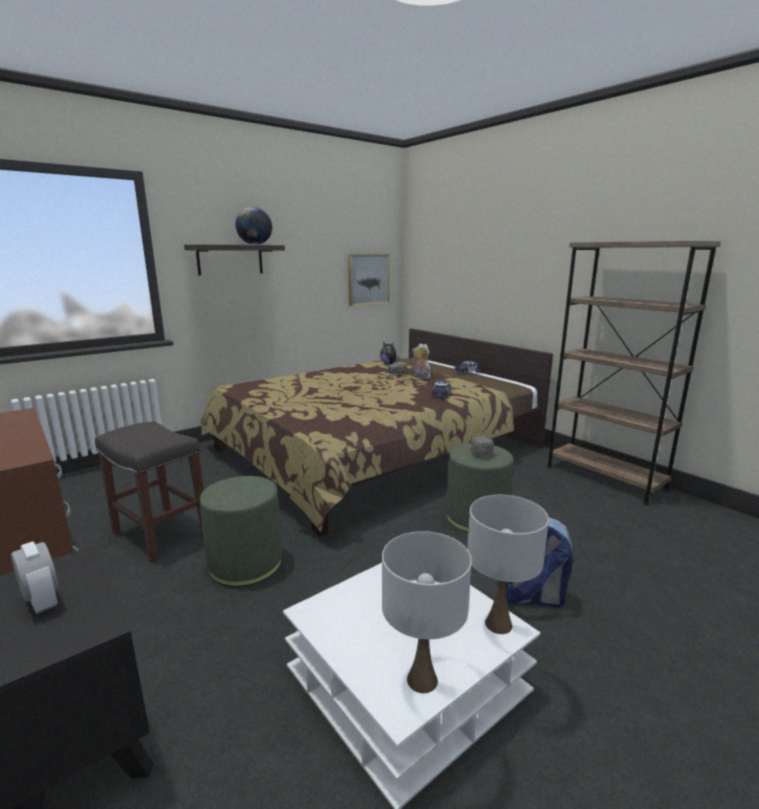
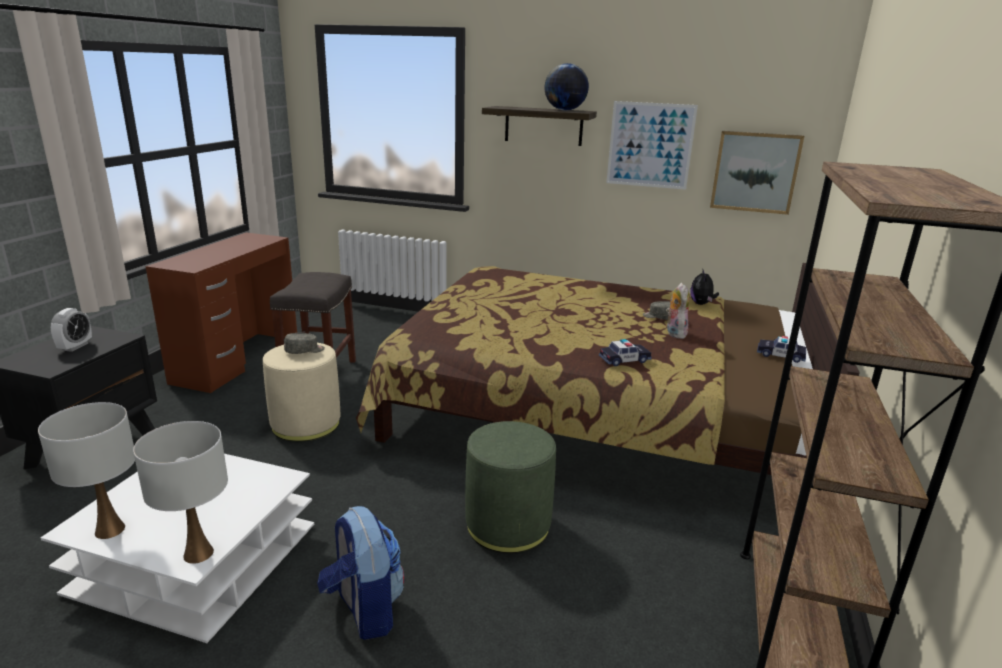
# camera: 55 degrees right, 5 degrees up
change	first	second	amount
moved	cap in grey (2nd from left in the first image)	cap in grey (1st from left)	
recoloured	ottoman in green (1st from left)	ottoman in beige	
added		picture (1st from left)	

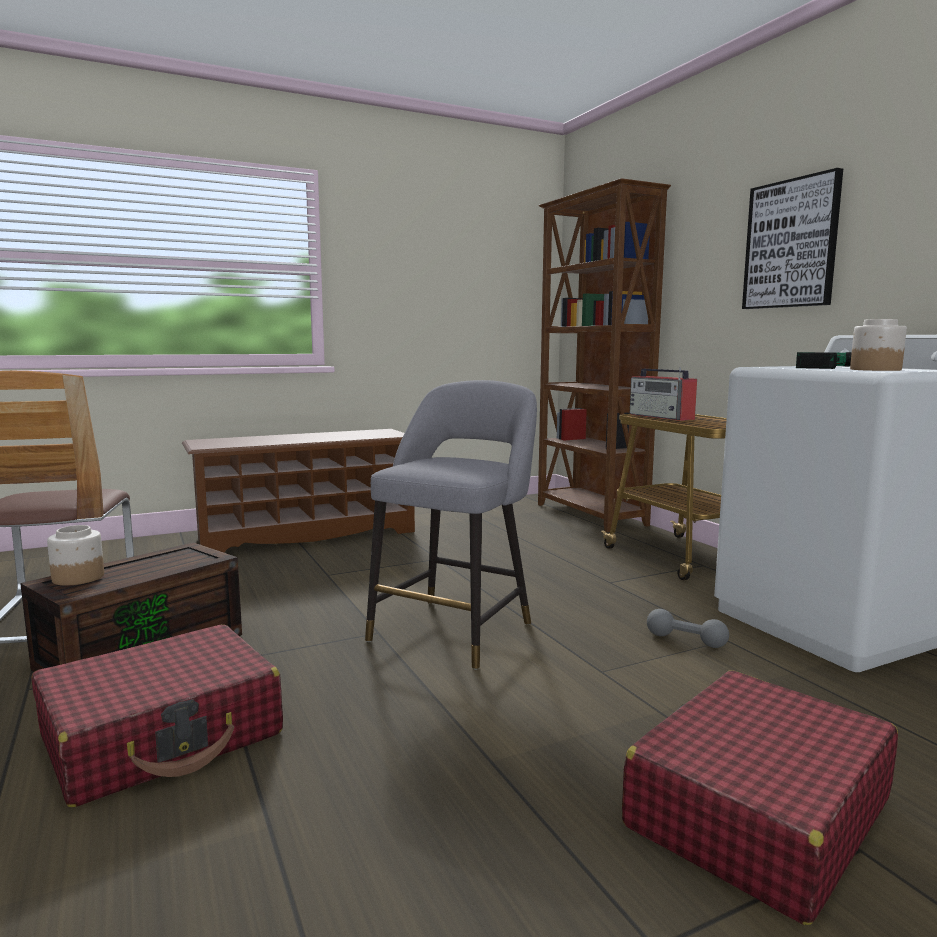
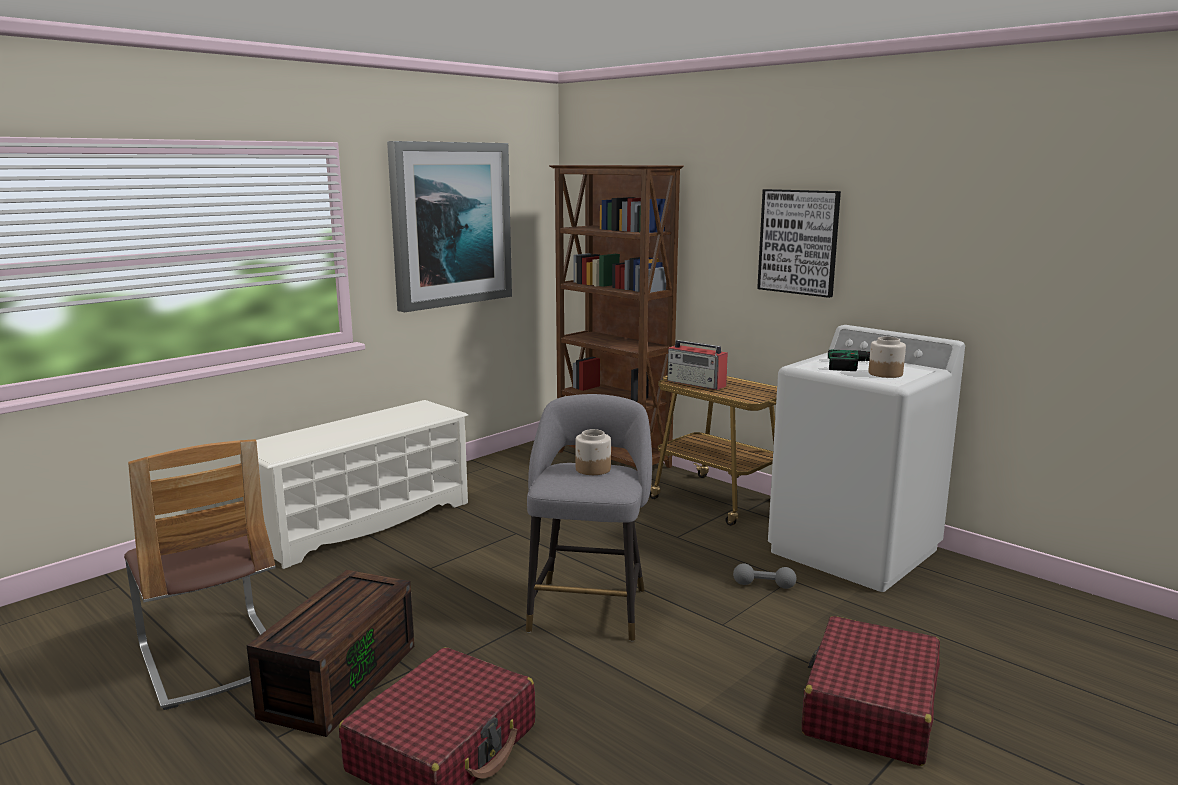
# camera: 20 degrees left, 5 degrees up
change	first	second	amount
recoloured	shoe rack in brown	shoe rack in white	
moved	jar (1st from left)		
added		picture (1st from left)	

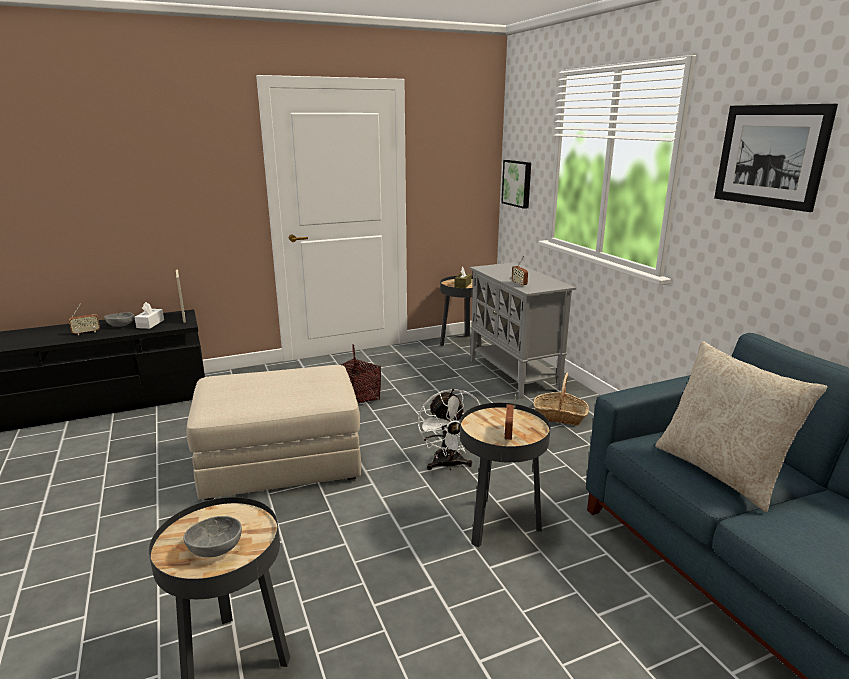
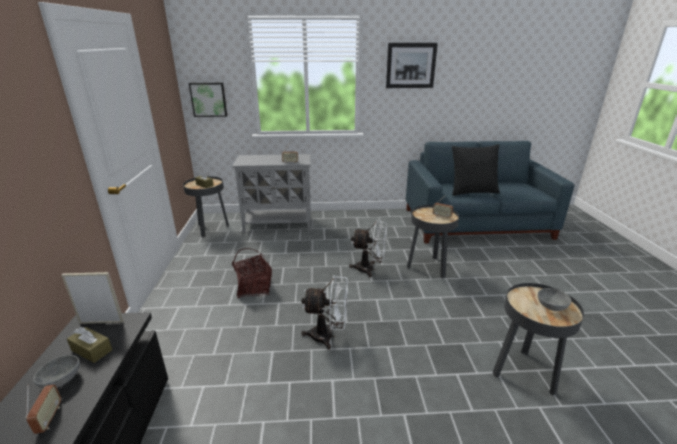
# camera: 70 degrees left, 5 degrees up
change	first	second	amount
recoloured	tissue box in white	tissue box in brown (1st from left)	
recoloured	pillow in beige	pillow in black	
replaced	ottoman in beige	fan in white (1st from left)	
removed	basket (2nd from left)		

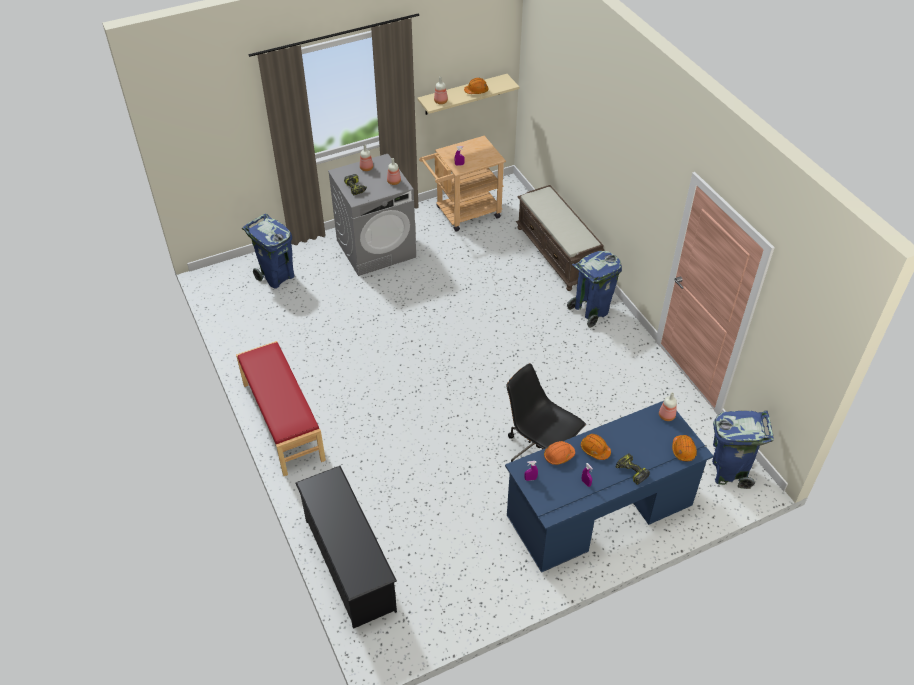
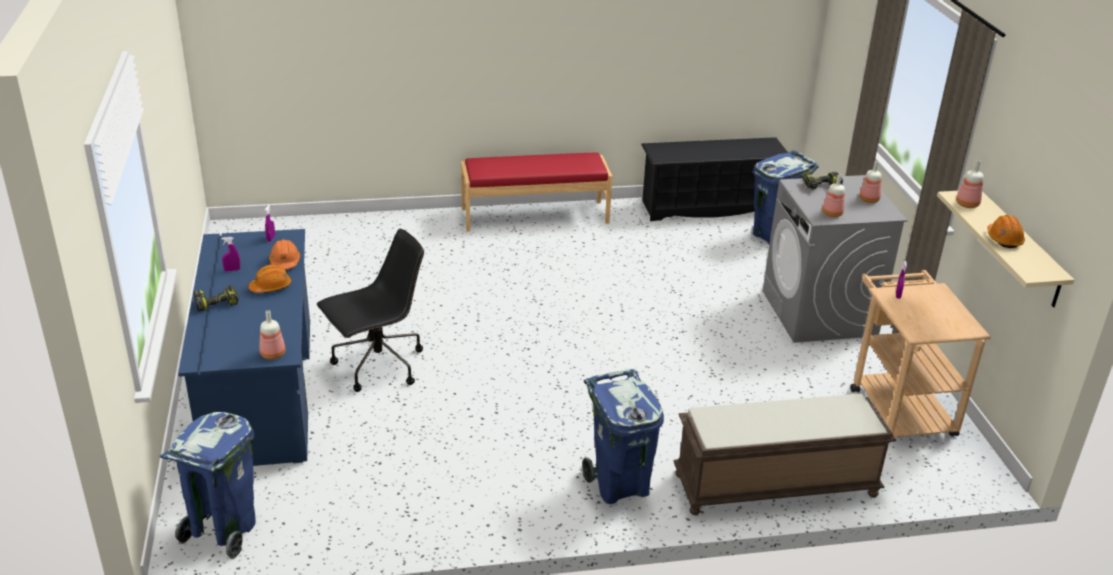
# camera: 105 degrees right, 15 degrees down
change	first	second	amount
removed	hard hat in orange (4th from left)		
moved	shoe rack in black		

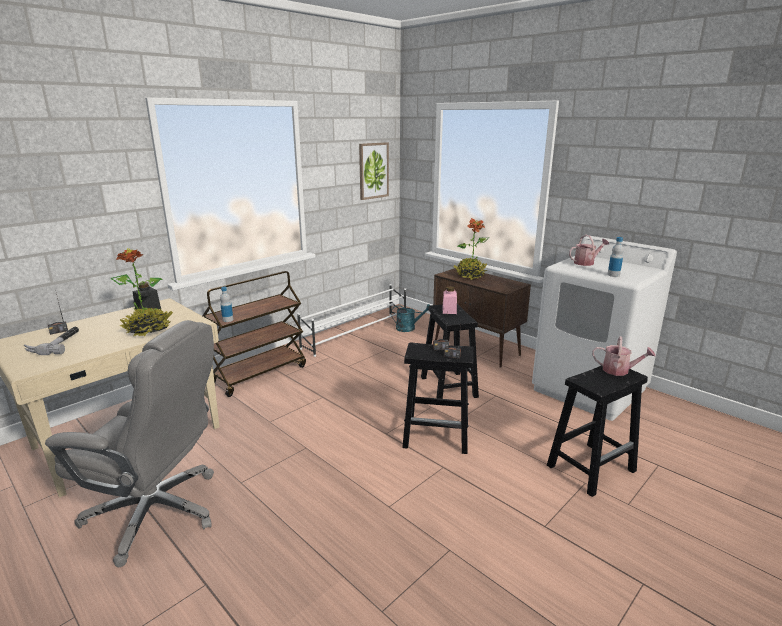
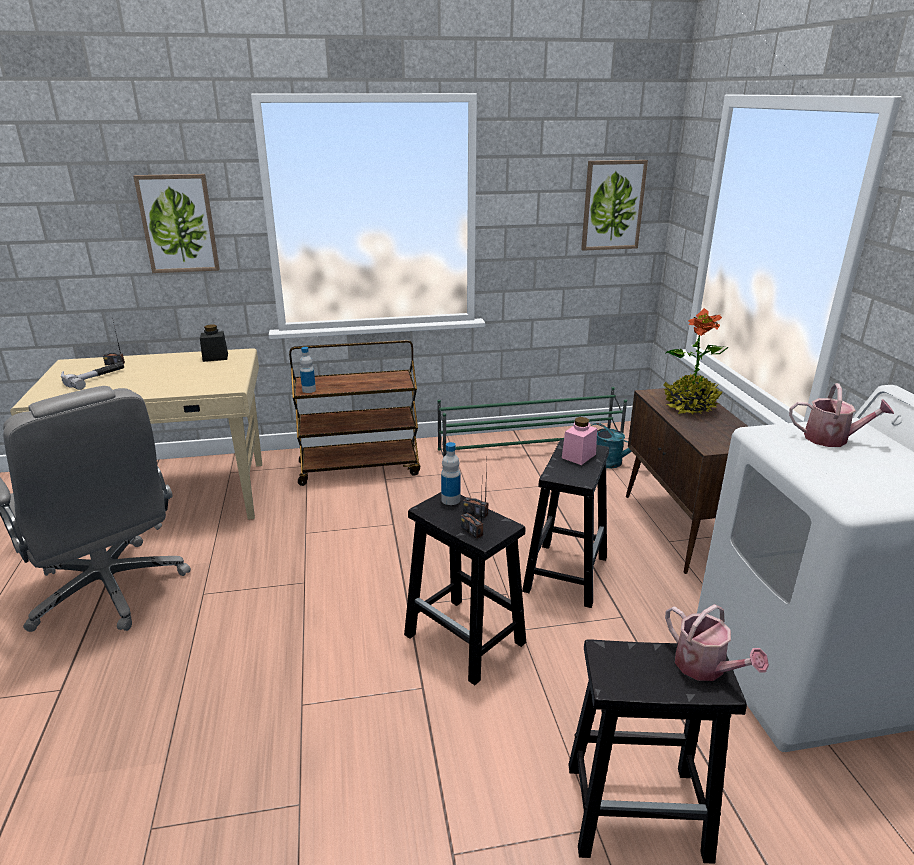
# camera: 35 degrees right, 5 degrees up
change	first	second	amount
moved	bottle (2nd from left)		
removed	potted plant (1st from left)		
recoloured	shoe rack in white	shoe rack in green	
added		picture (1st from left)	

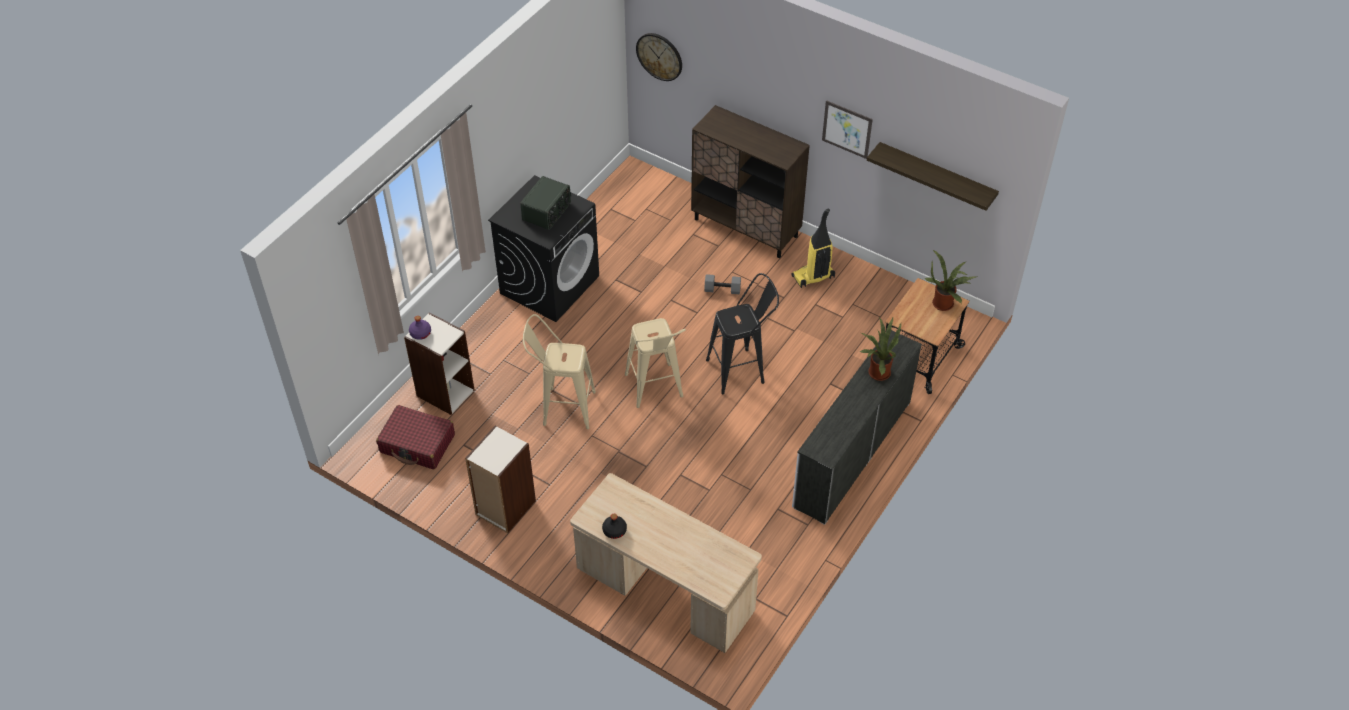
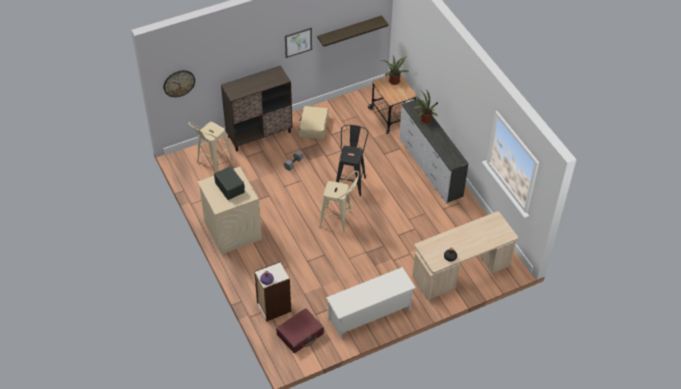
# camera: 60 degrees left, 0 degrees up
change	first	second	amount
recoloured	washing machine in black	washing machine in beige	
replaced	vacuum cleaner	suitcase in beige	
moved	stool in beige (1st from left)		
replaced	bookcase (2nd from left)	shoe rack in white	

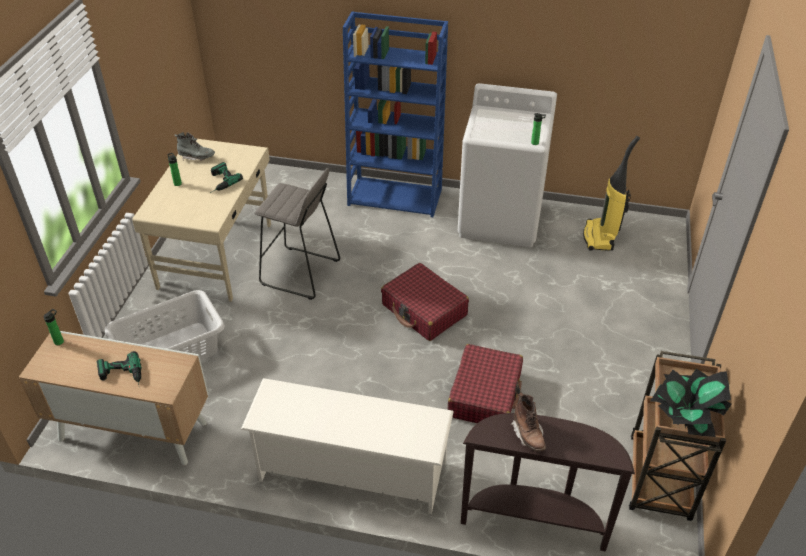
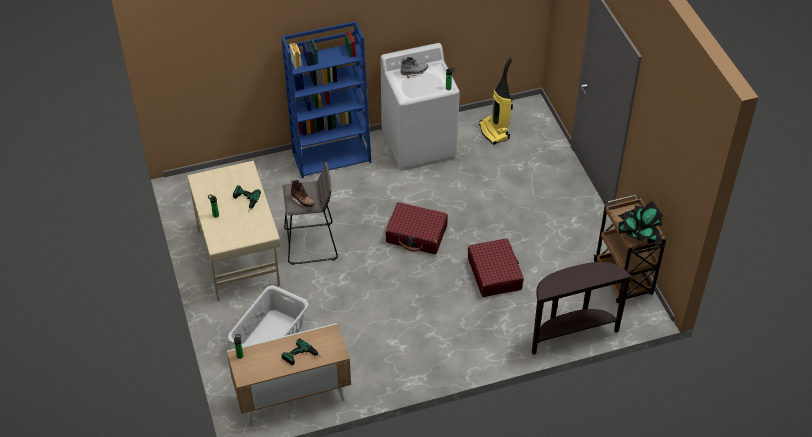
# camera: 30 degrees left, 5 degrees up
change	first	second	amount
moved	boot in grey		
removed	shoe rack in white		
moved	boot in brown		

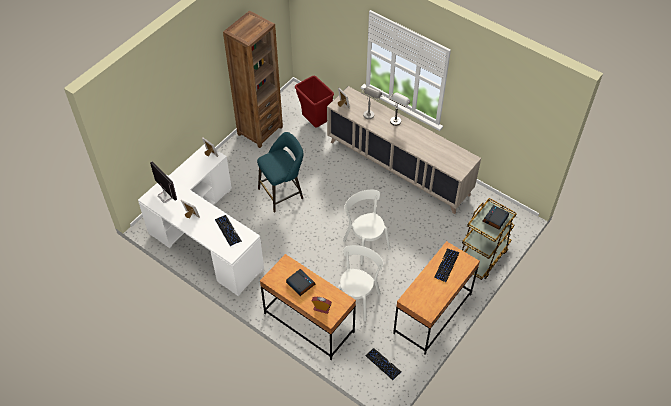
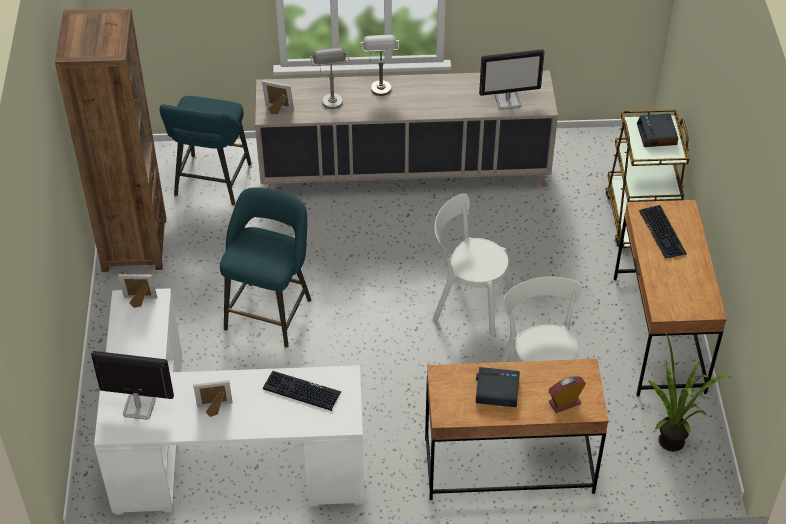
# camera: 40 degrees left, 5 degrees down
change	first	second	amount
replaced	trash can in red	stool in turquoise (1st from left)	
replaced	keyboard (2nd from left)	potted plant	
added		monitor (2nd from left)	

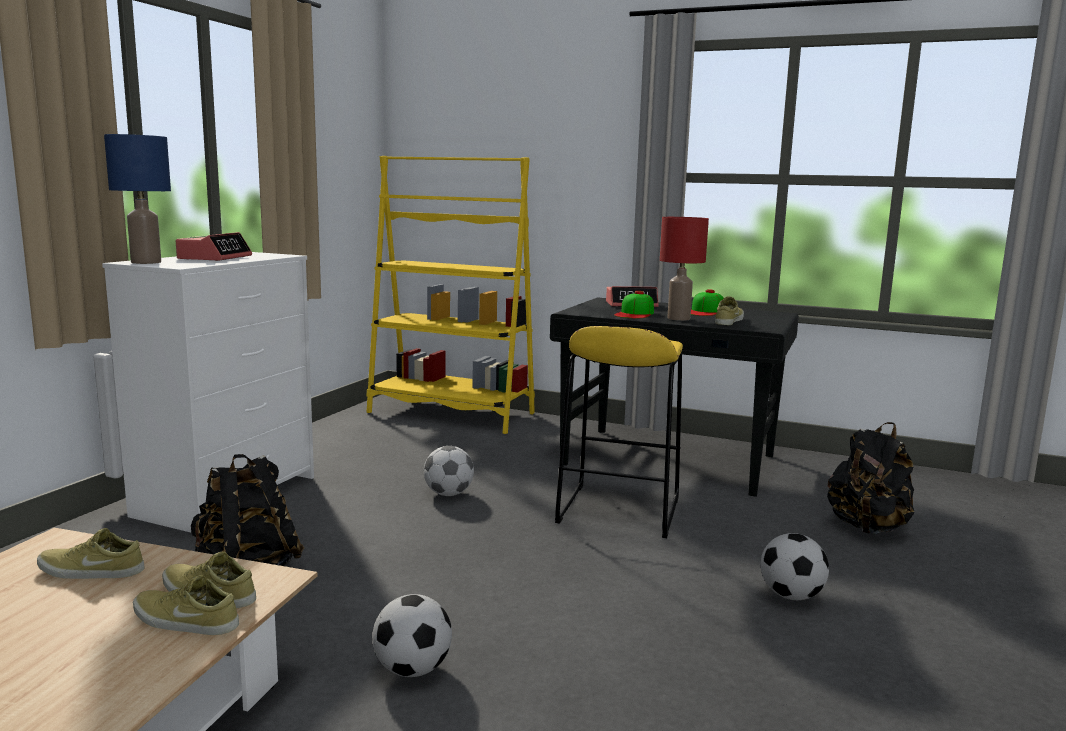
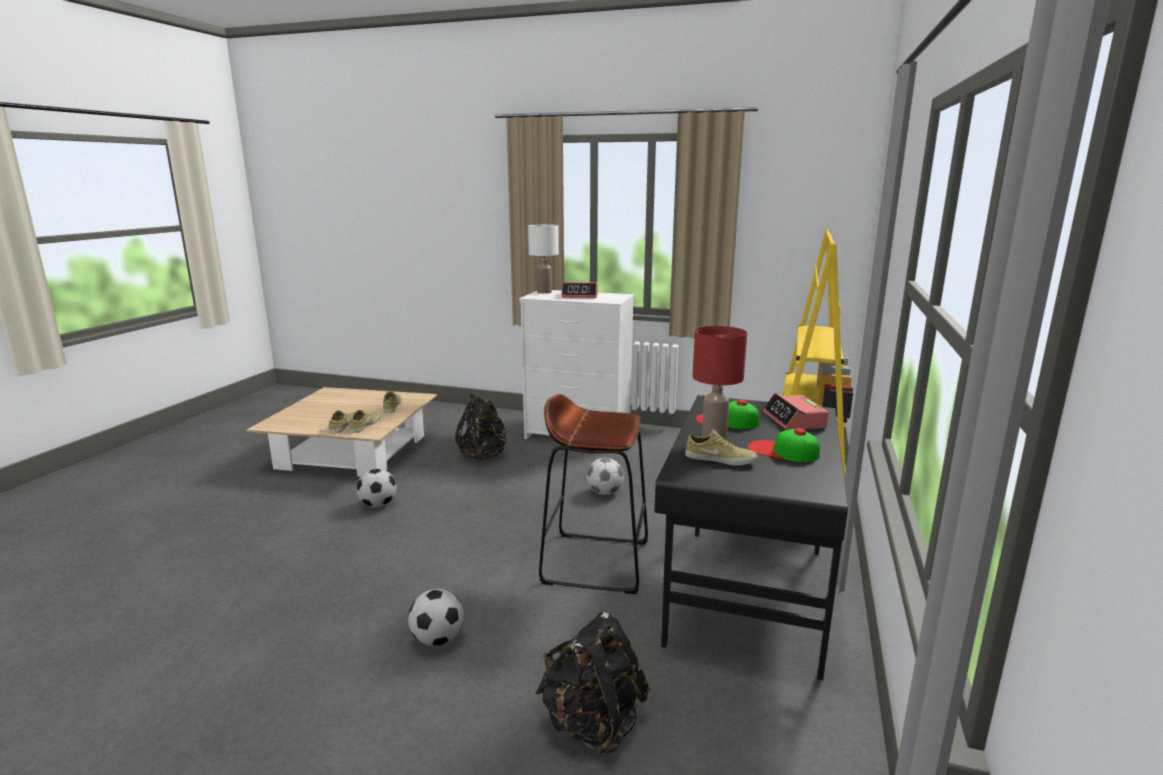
# camera: 85 degrees right, 5 degrees up
change	first	second	amount
recoloured	table lamp in blue	table lamp in white	
recoloured	stool in yellow	stool in brown	

